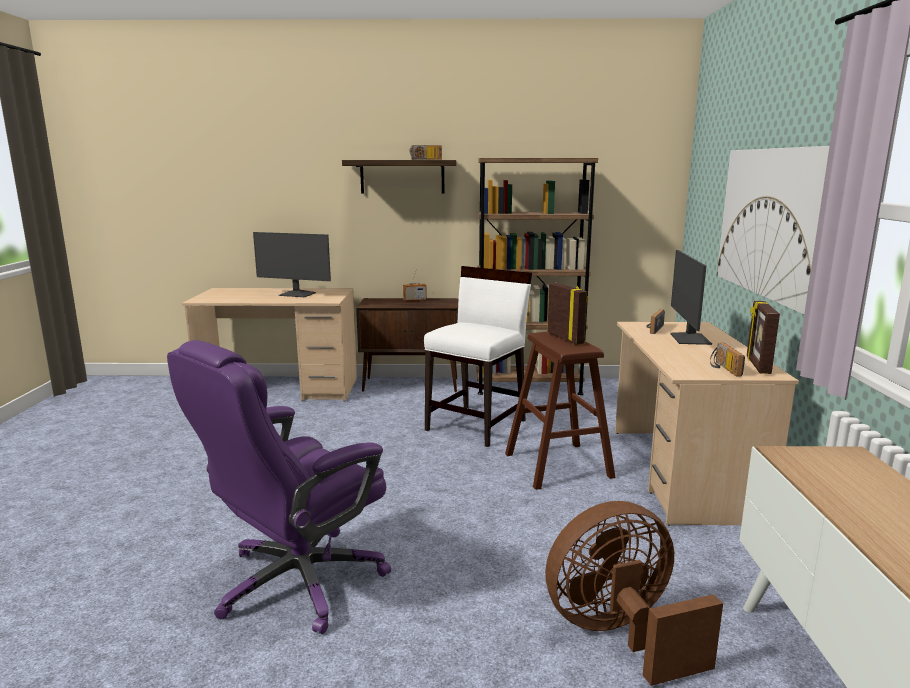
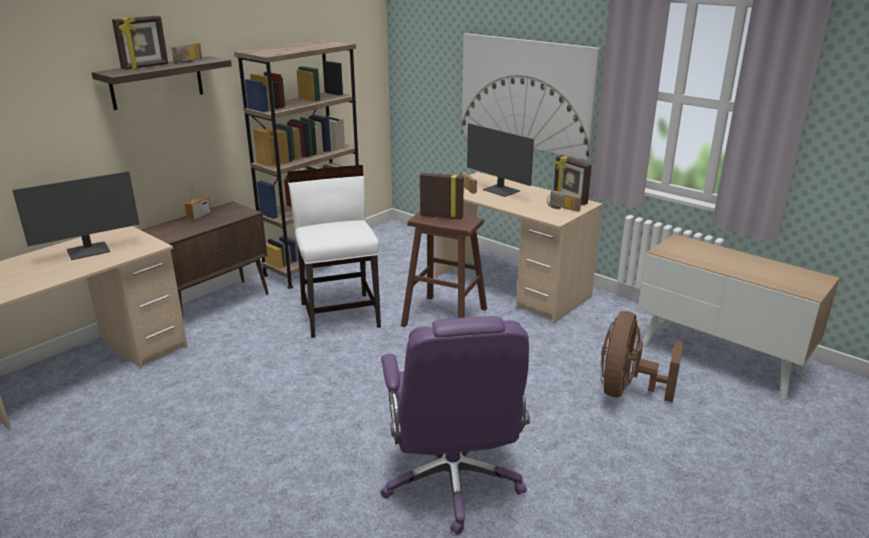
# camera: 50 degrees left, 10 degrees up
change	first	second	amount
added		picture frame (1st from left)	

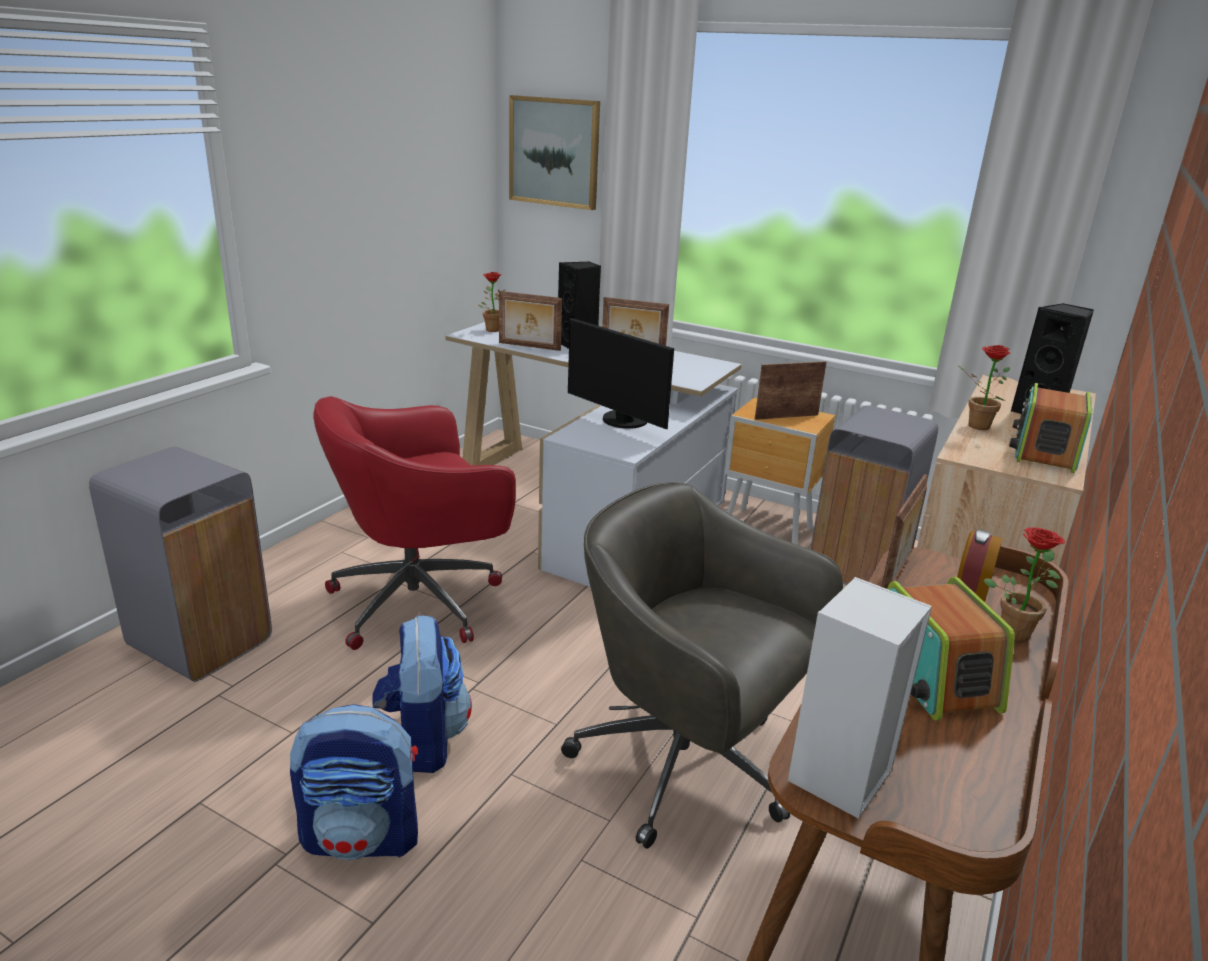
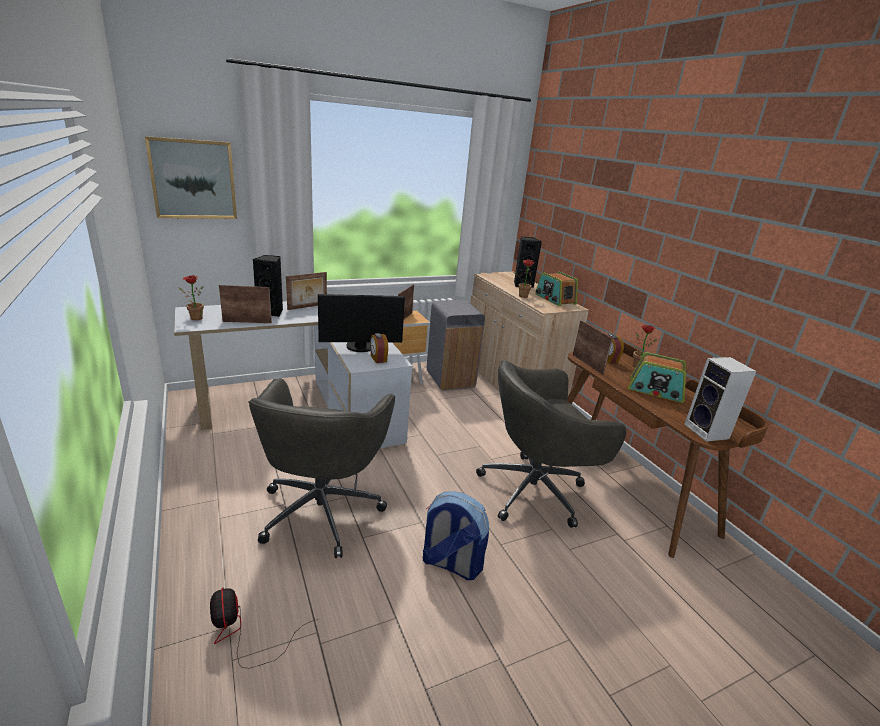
# camera: 55 degrees left, 0 degrees up
change	first	second	amount
turned	picture frame (1st from left)		150 degrees counterclockwise
recoloured	office chair in red	office chair in grey (1st from left)	
replaced	trash can in grey (1st from left)	fan	
removed	backpack (1st from left)		
added		alarm clock (1st from left)	

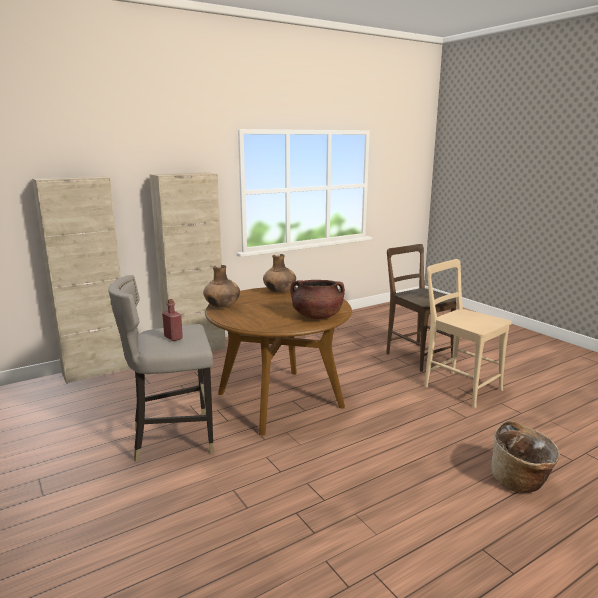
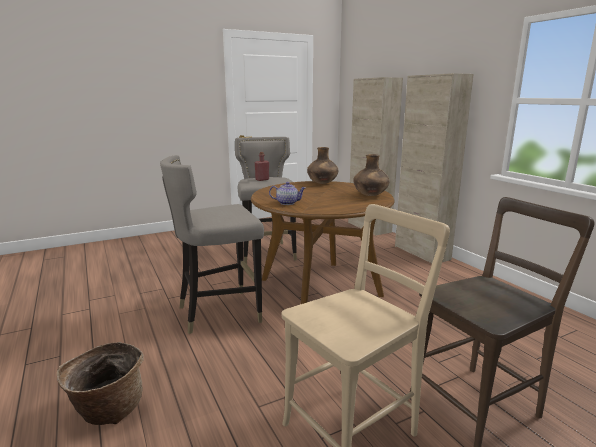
# camera: 95 degrees right, 0 degrees up
change	first	second	amount
replaced	cooking pot in brown	teapot	
added		stool in grey (1st from left)	

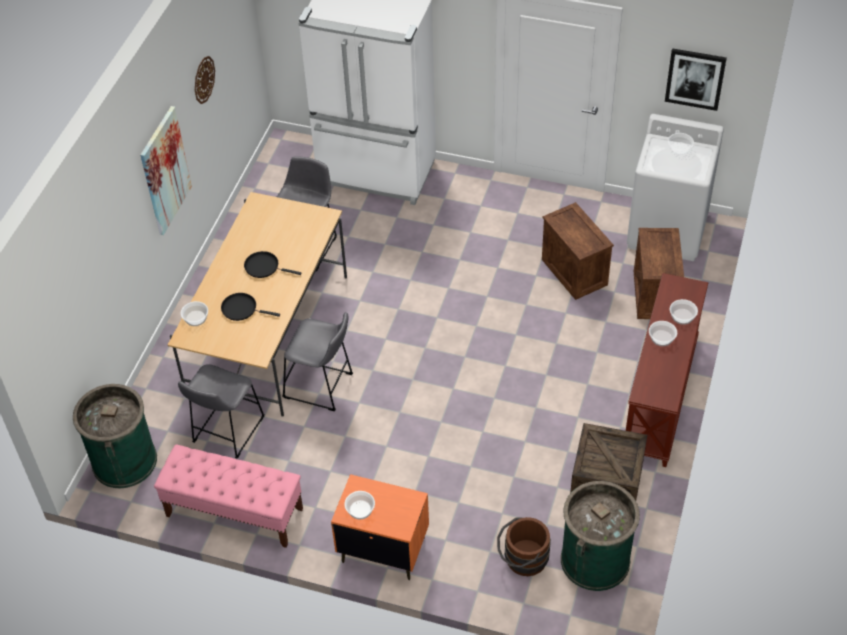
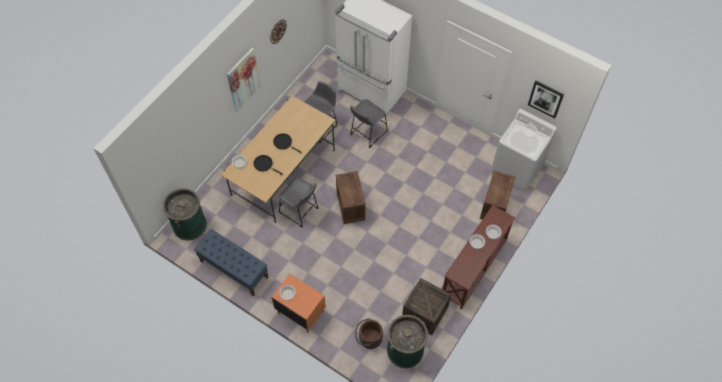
# camera: 15 degrees right, 10 degrees up
change	first	second	amount
moved	crate (1st from left)		
moved	stool in grey (1st from left in the first image)	stool in grey (3rd from left)	
recoloured	bench in pink	bench in blue	

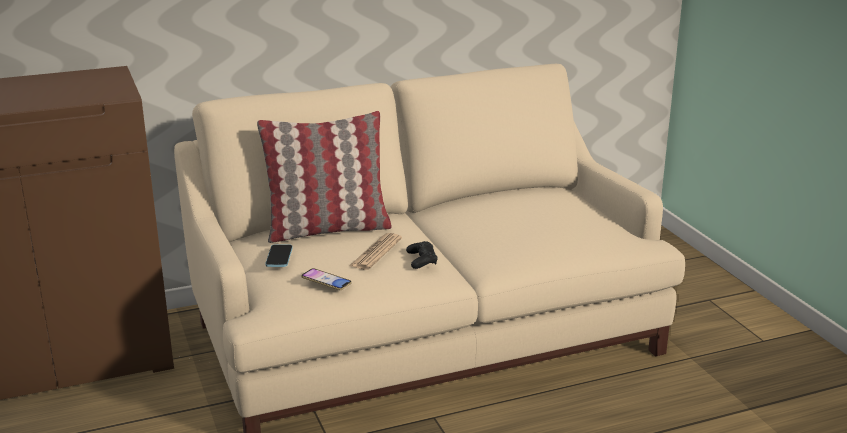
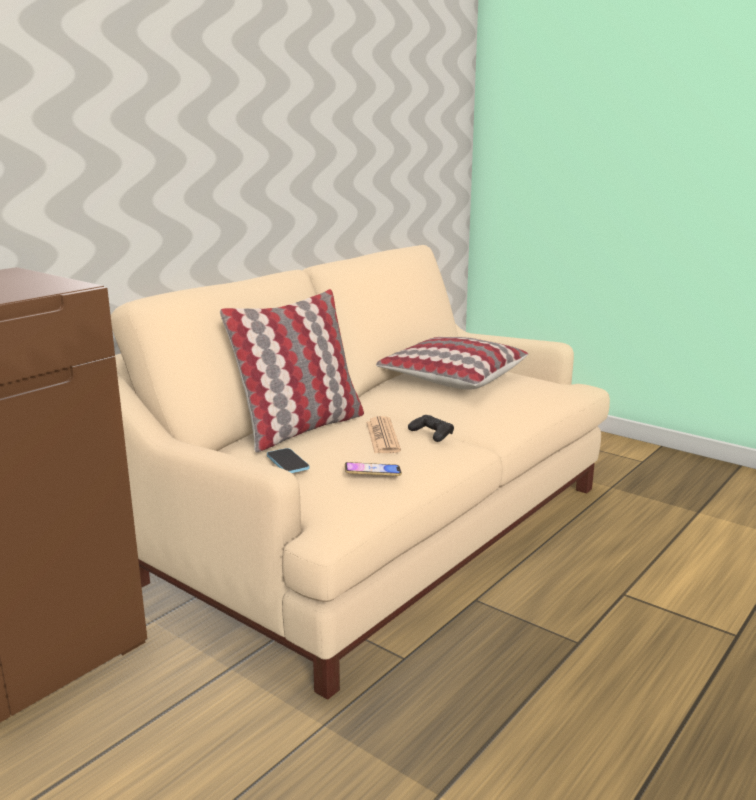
# camera: 30 degrees left, 5 degrees down
change	first	second	amount
added		pillow (2nd from left)	

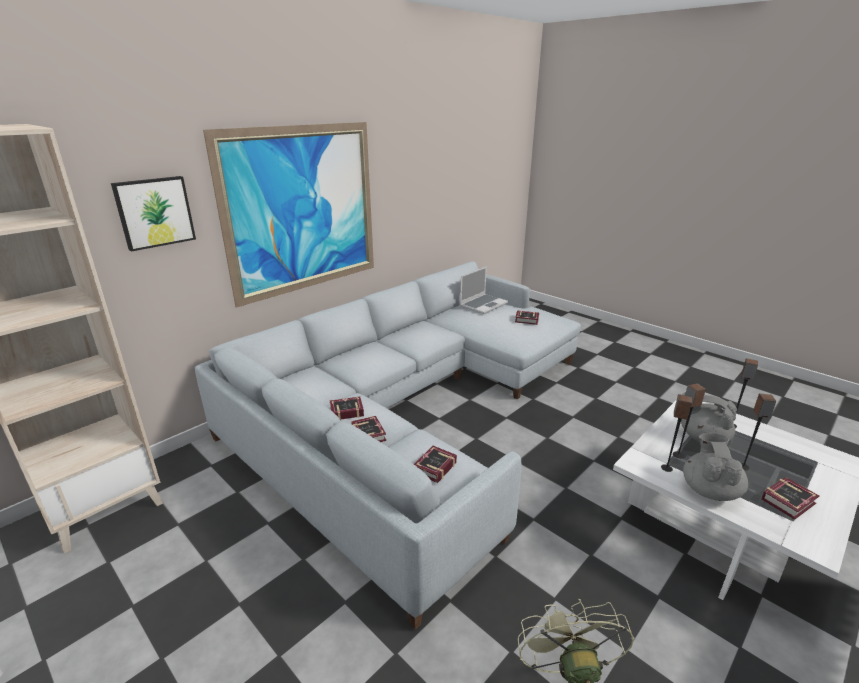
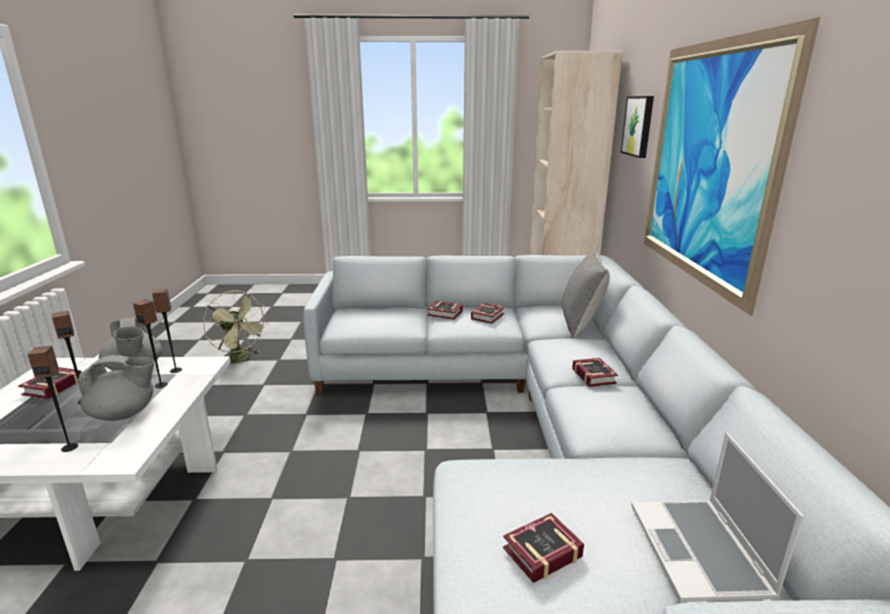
# camera: 135 degrees right, 5 degrees down
change	first	second	amount
moved	book (3rd from left in the first image)	book (5th from left)	
added		pillow in grey	

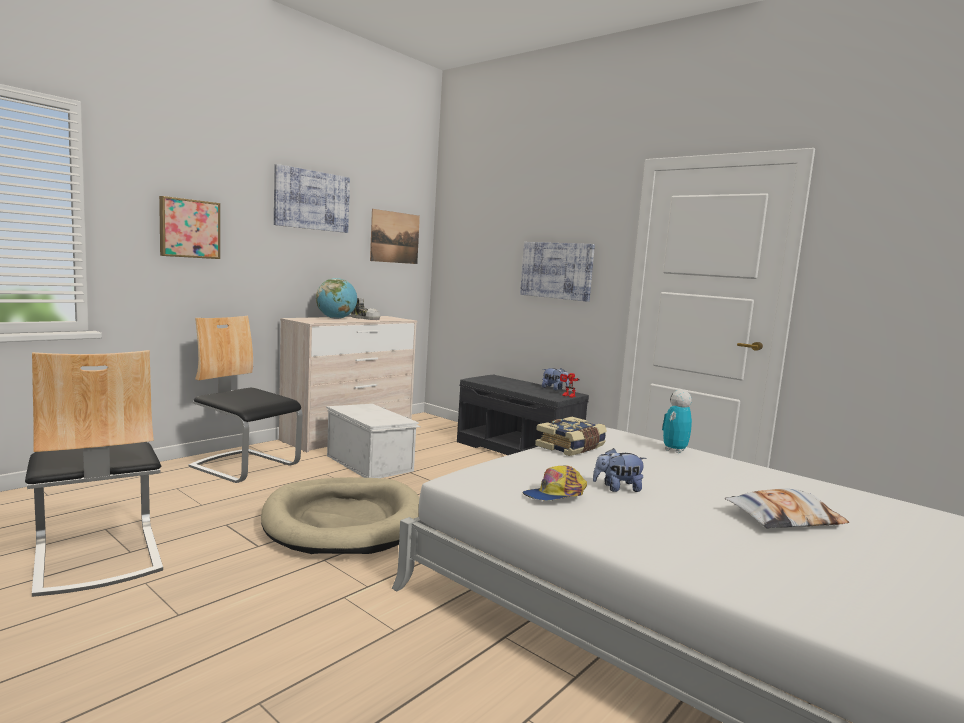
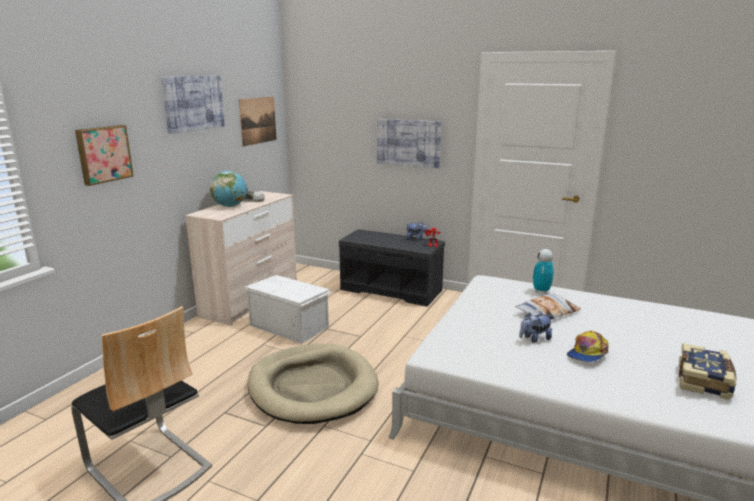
# camera: 15 degrees left, 10 degrees up
change	first	second	amount
removed	chair (2nd from left)		
moved	book		
moved	cap		
moved	pillow		

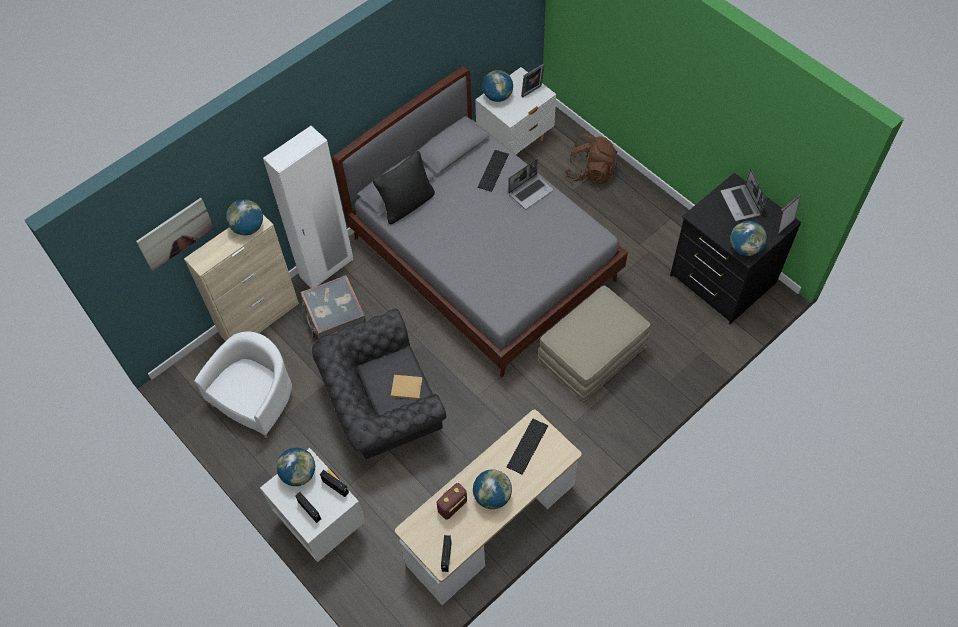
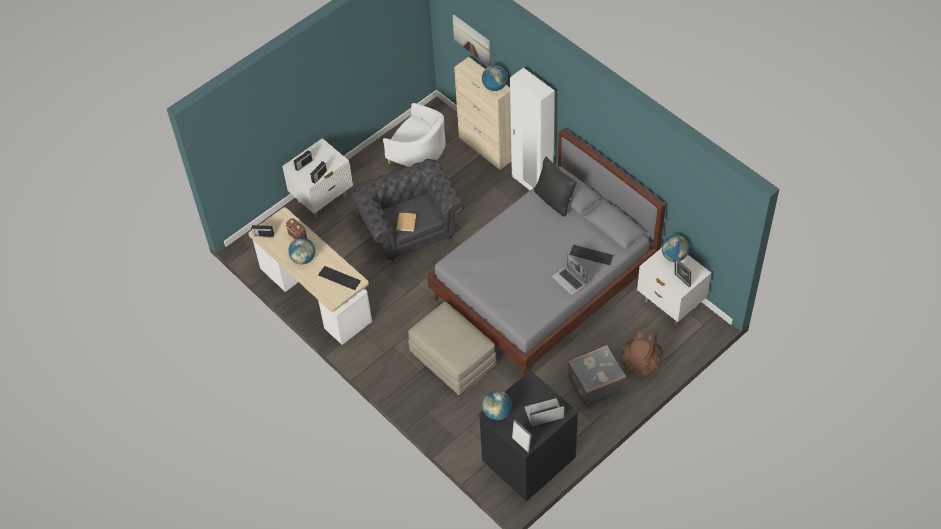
# camera: 90 degrees right, 5 degrees down
change	first	second	amount
moved	suitcase in grey		
removed	globe (2nd from left)		

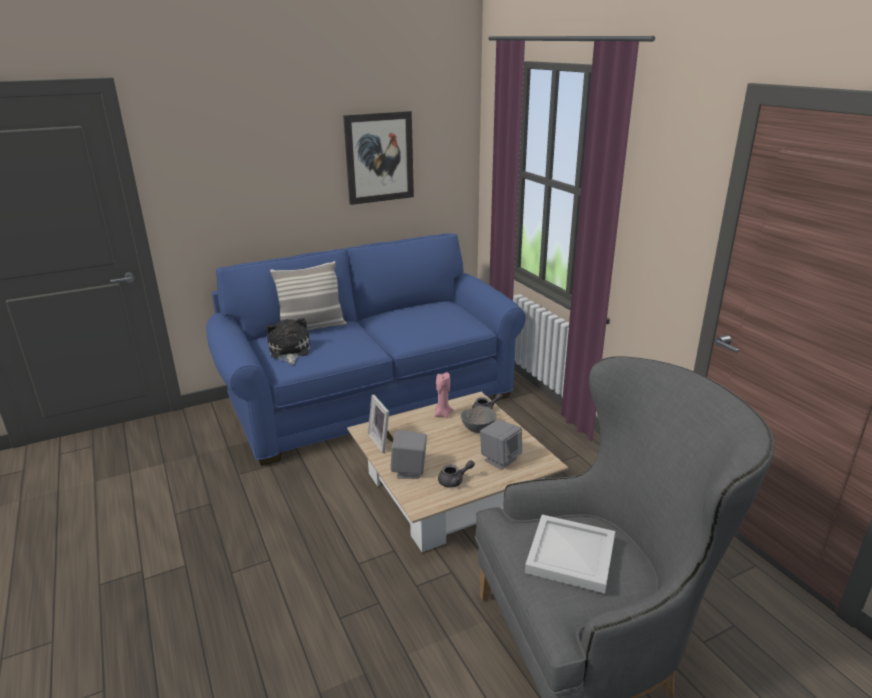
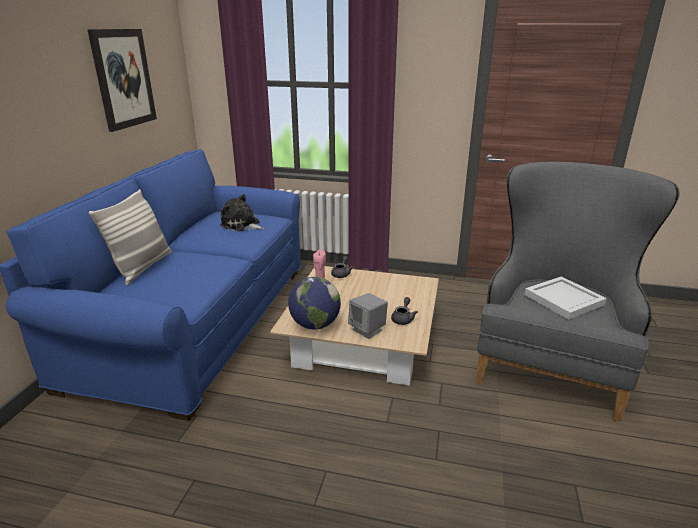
# camera: 50 degrees left, 0 degrees up
change	first	second	amount
moved	plush toy		
replaced	picture frame	globe	
removed	bowl in grey		
removed	speaker in grey (2nd from left)		

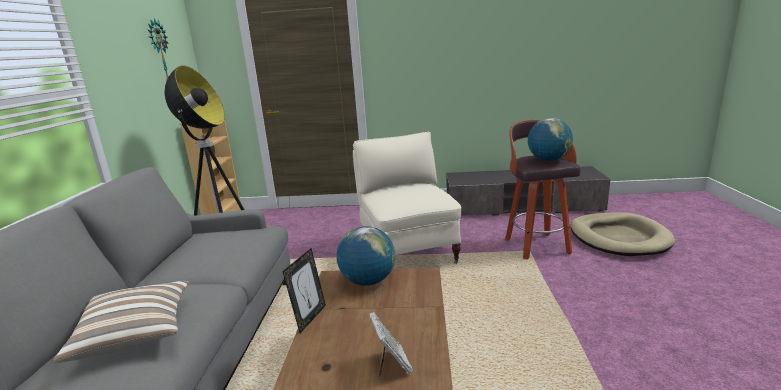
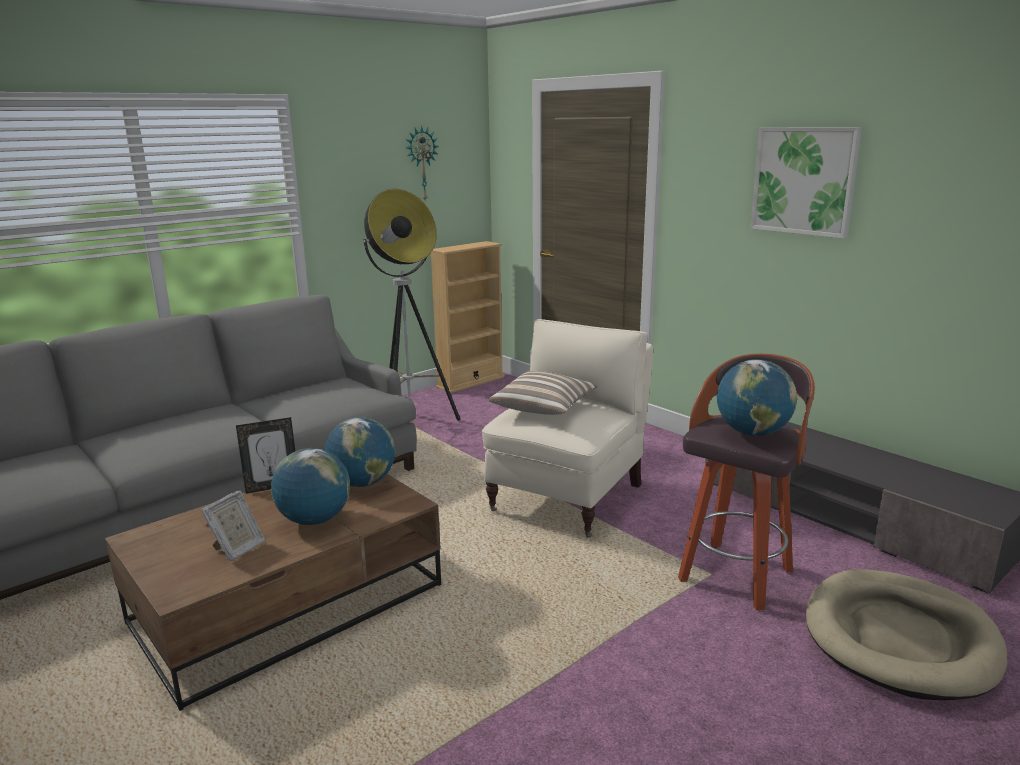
# camera: 45 degrees right, 0 degrees up
change	first	second	amount
moved	pillow		
added		picture	
added		globe (1st from left)	

